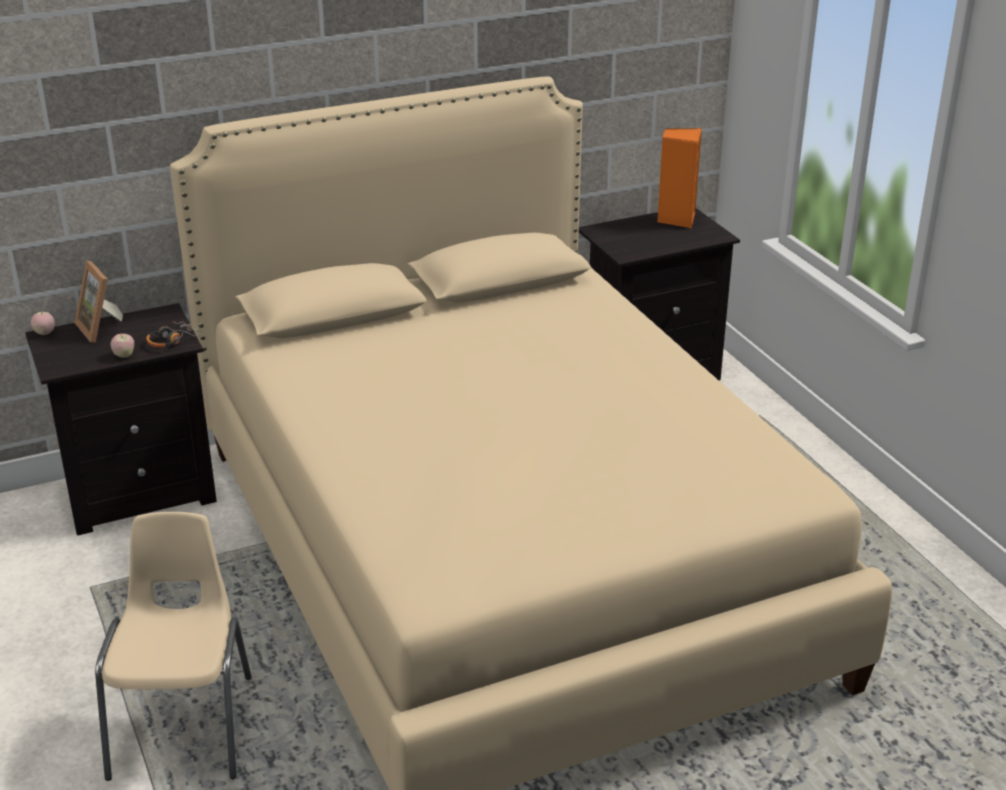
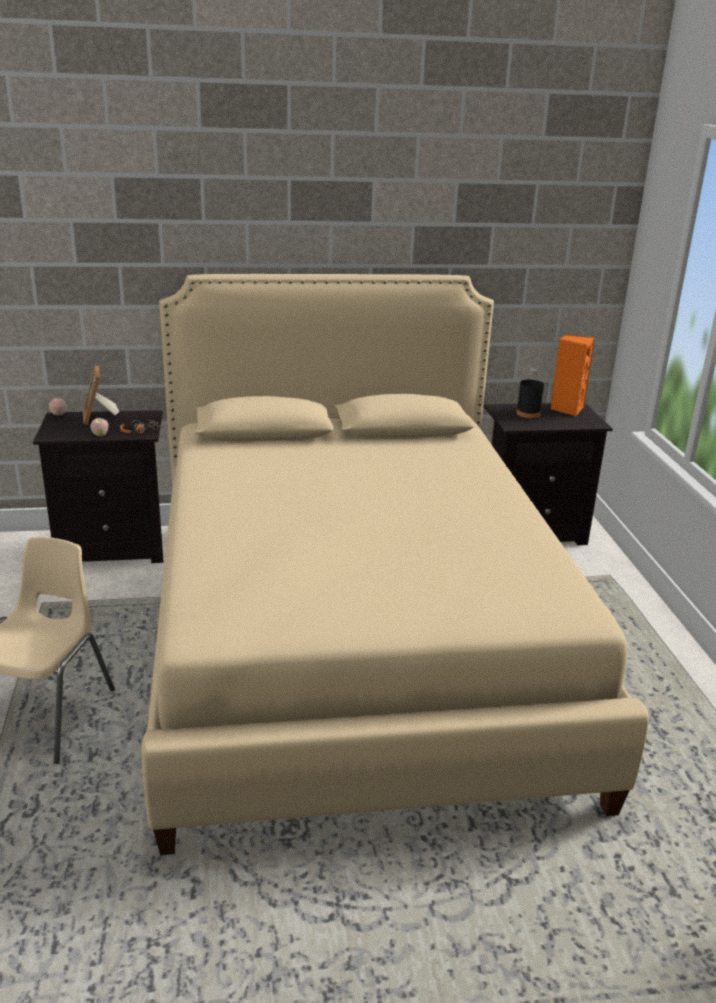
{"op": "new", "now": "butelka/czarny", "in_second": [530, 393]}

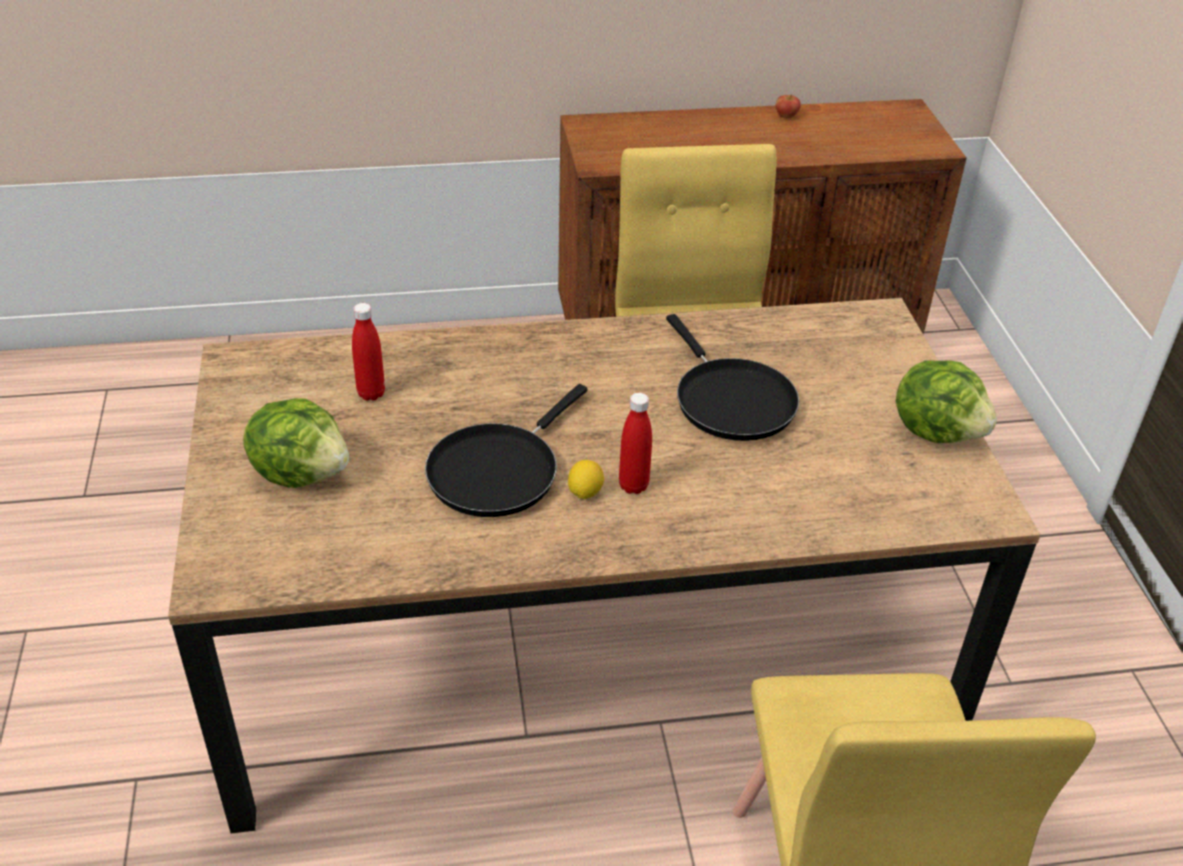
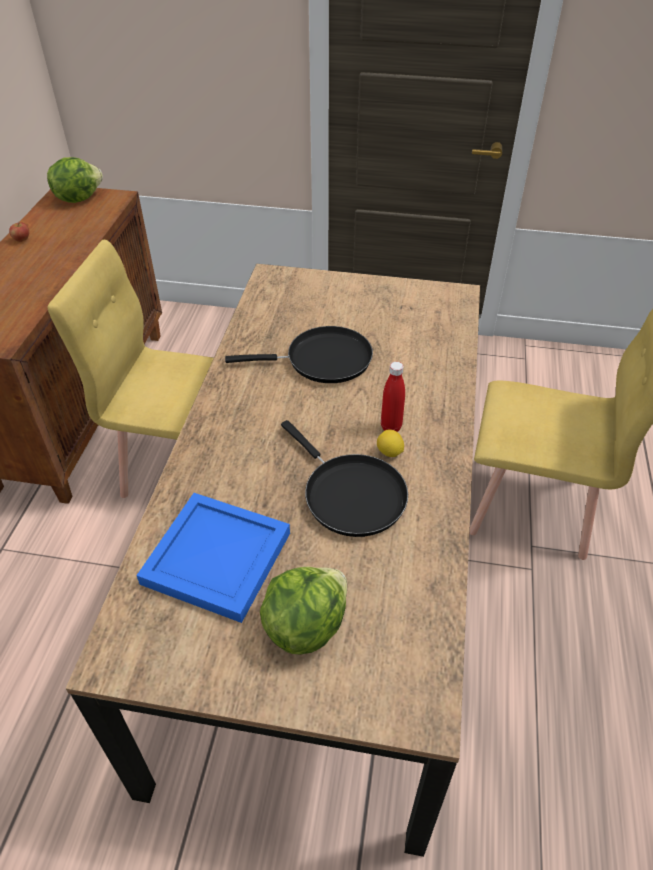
{"op": "shifted", "was": "sałata", "in_first": [946, 402], "in_second": [75, 180]}
{"op": "swapped", "was": "butelka/czerwony", "now": "taca/niebieski", "in_first": [368, 352], "in_second": [213, 558]}

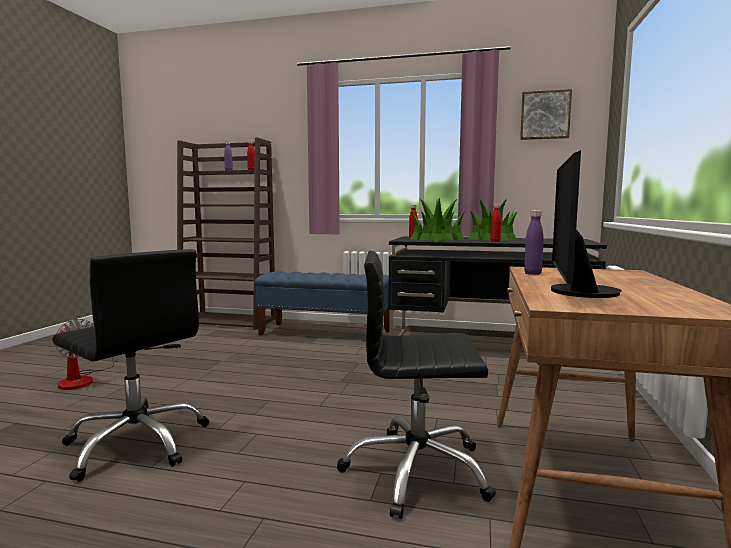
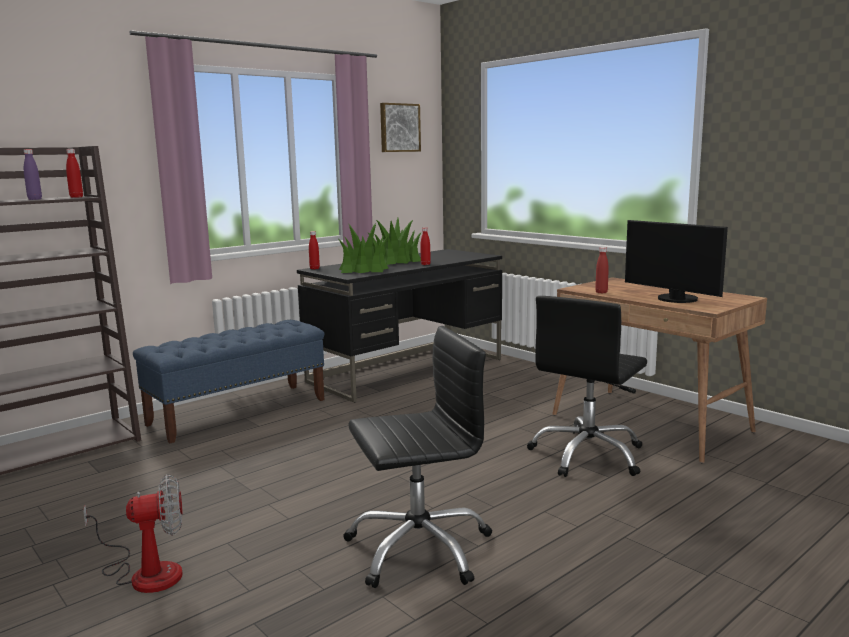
{"op": "repainted", "was": "butelka/fioletowy", "now": "butelka/czerwony", "in_first": [534, 242], "in_second": [602, 270]}

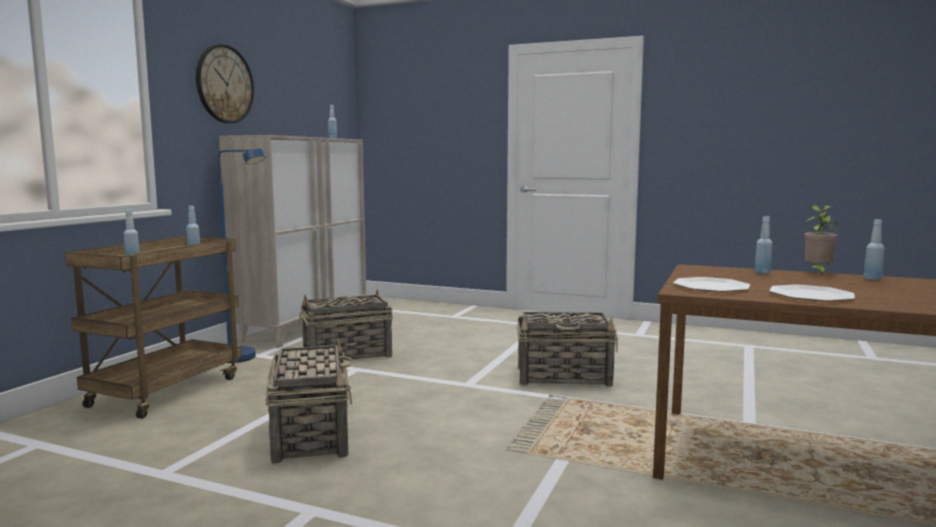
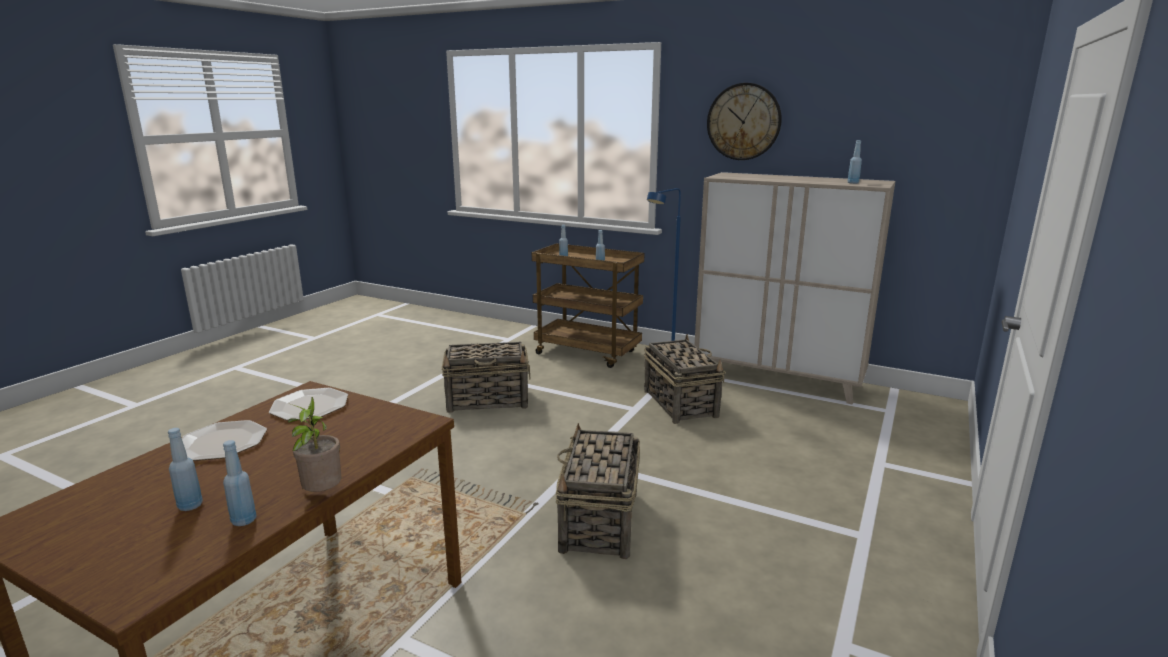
{"op": "shifted", "was": "butelka/niebieski", "in_first": [763, 245], "in_second": [185, 469]}

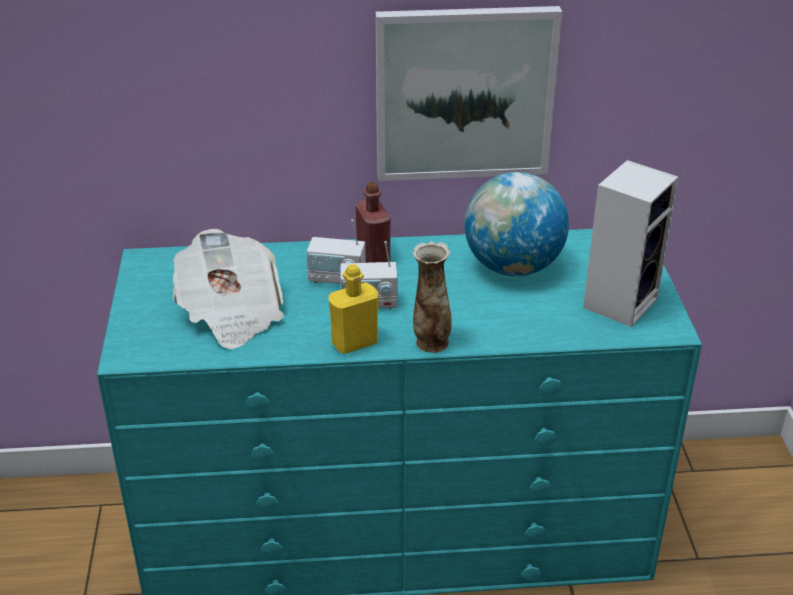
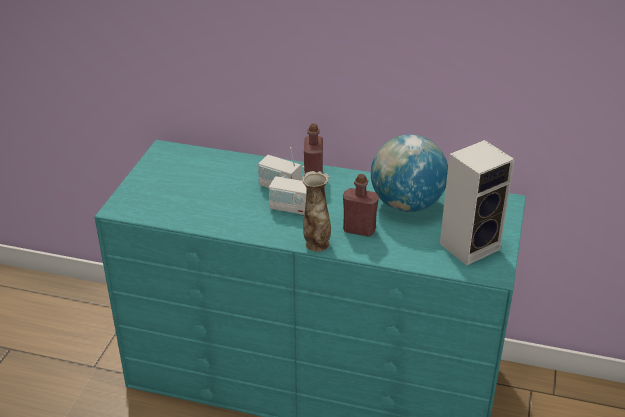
{"op": "gone", "was": "gazeta", "in_first": [228, 289]}
{"op": "gone", "was": "butelka/żółty", "in_first": [353, 309]}
{"op": "gone", "was": "obraz", "in_first": [468, 93]}
{"op": "new", "now": "butelka/czerwony", "in_second": [361, 205]}

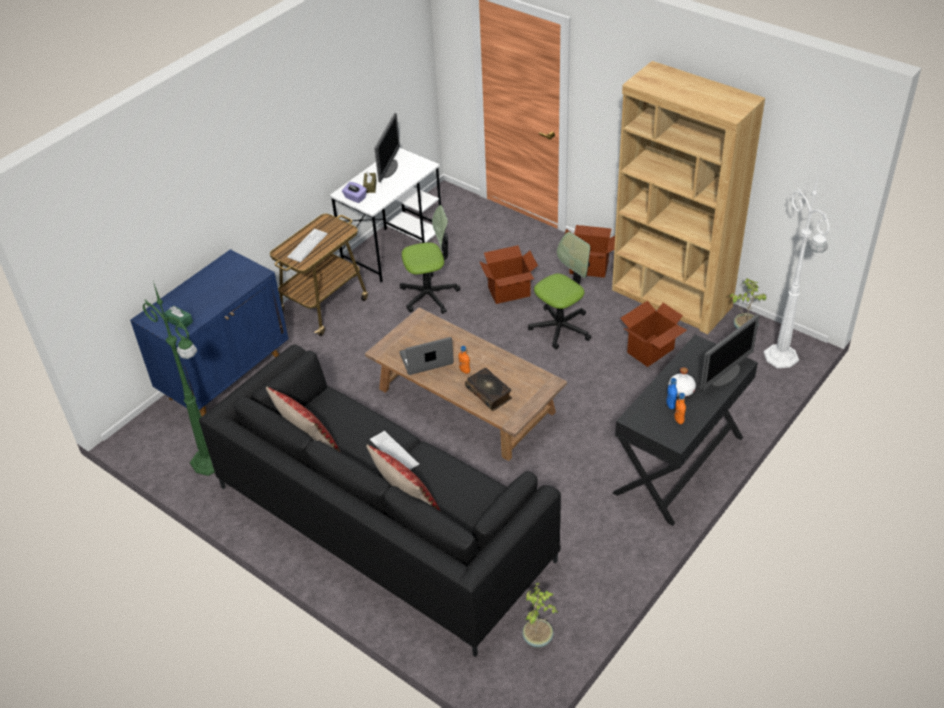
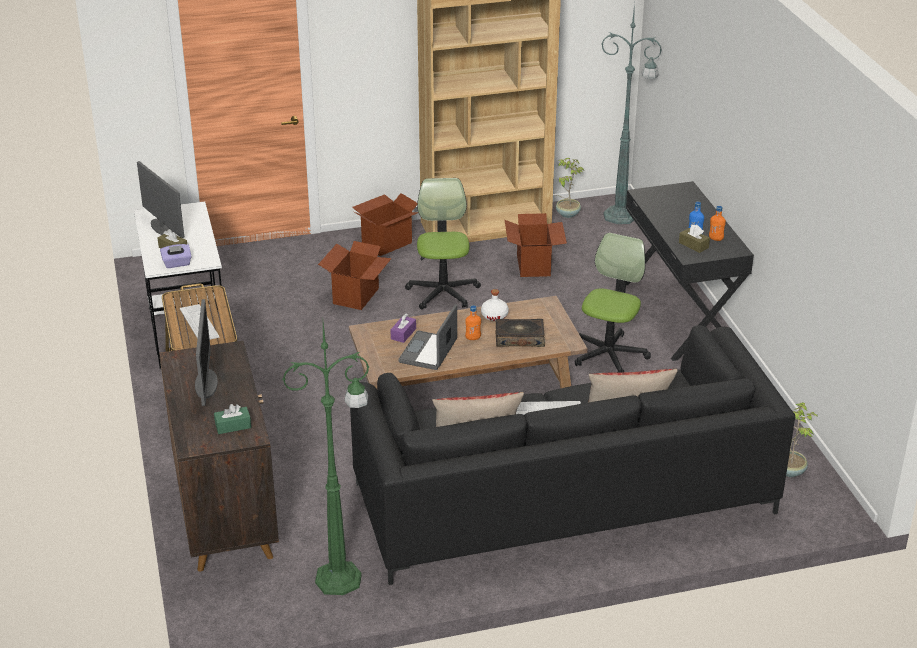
{"op": "new", "now": "pudełko chusteczek/fioletowy", "in_second": [403, 328]}
{"op": "new", "now": "pudełko chusteczek/brązowy", "in_second": [694, 239]}
{"op": "shifted", "was": "krzesło biurowe", "in_first": [430, 259], "in_second": [613, 302]}
{"op": "shifted", "was": "butelka/biały", "in_first": [682, 382], "in_second": [495, 305]}
{"op": "shifted", "was": "monitor", "in_first": [730, 352], "in_second": [206, 352]}
{"op": "repainted", "was": "szafka/niebieski", "now": "szafka/brązowy", "in_first": [209, 332], "in_second": [219, 456]}
{"op": "repainted", "was": "lampa stojąca/biały", "now": "lampa stojąca/zielony", "in_first": [797, 270], "in_second": [632, 113]}

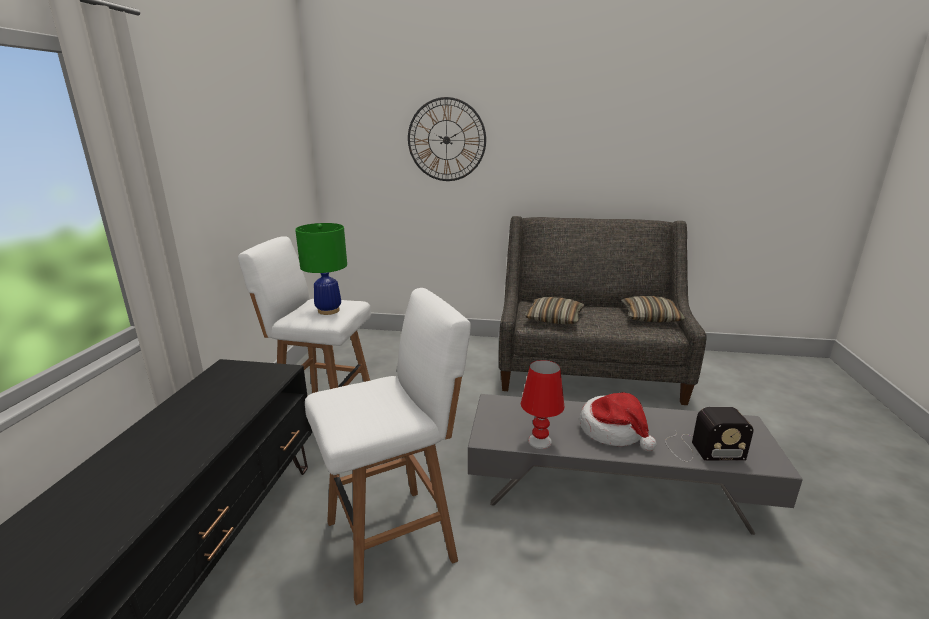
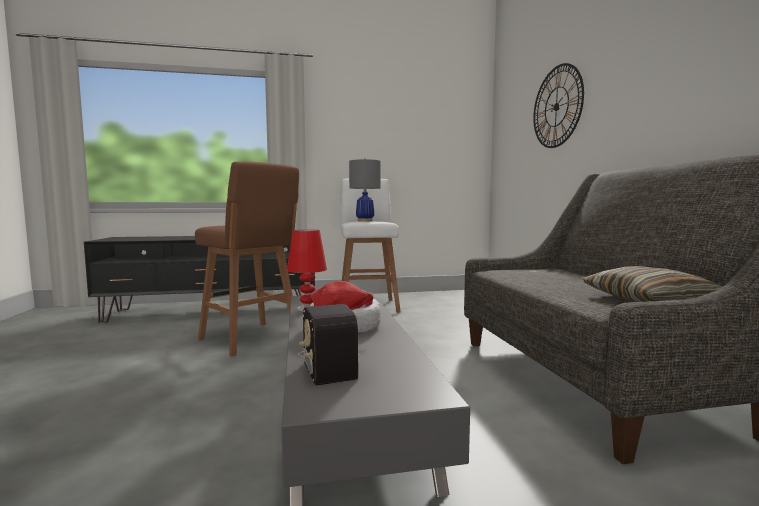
{"op": "gone", "was": "poduszka", "in_first": [555, 310]}
{"op": "repainted", "was": "lampa stołowa/zielony", "now": "lampa stołowa/szary", "in_first": [321, 269], "in_second": [365, 190]}
{"op": "repainted", "was": "stołek/biały", "now": "stołek/brązowy", "in_first": [388, 446], "in_second": [247, 258]}

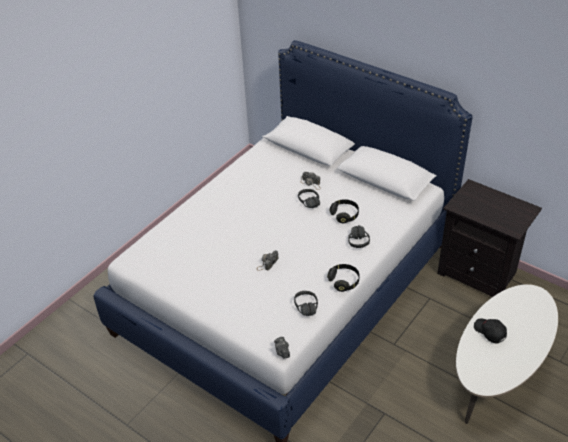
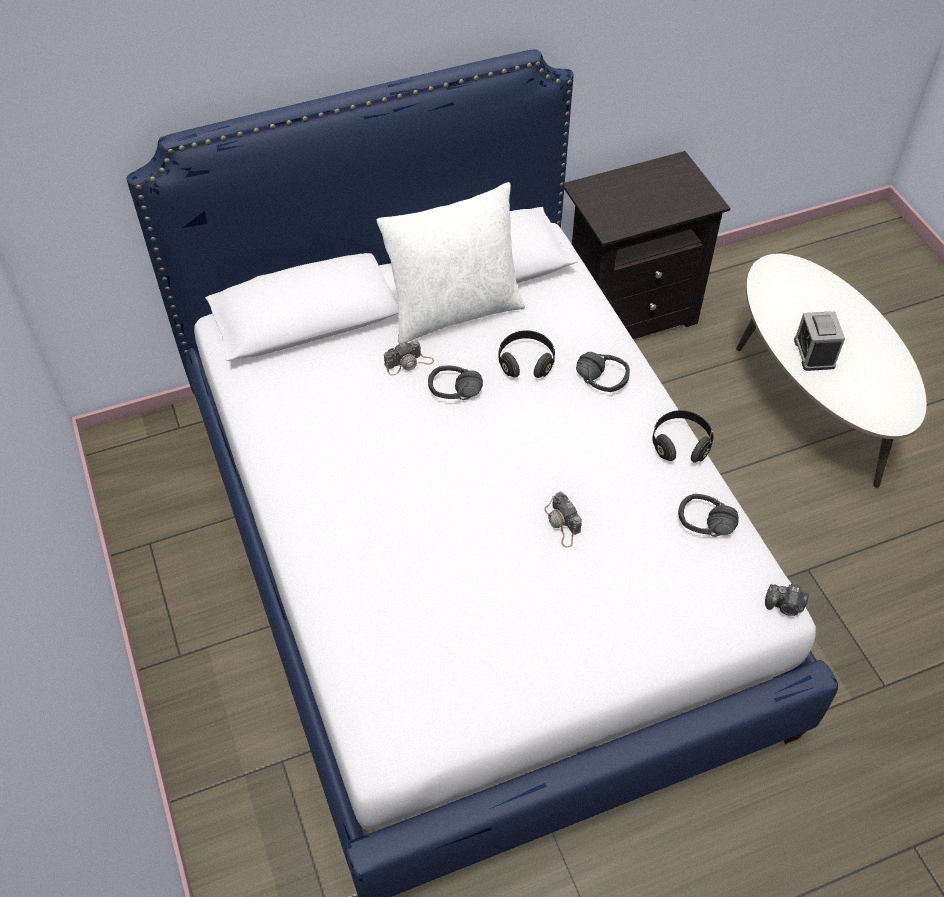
{"op": "new", "now": "poduszka/biały", "in_second": [451, 262]}
{"op": "swapped", "was": "czapka z daszkiem/czarny", "now": "budzik", "in_first": [490, 331], "in_second": [819, 341]}

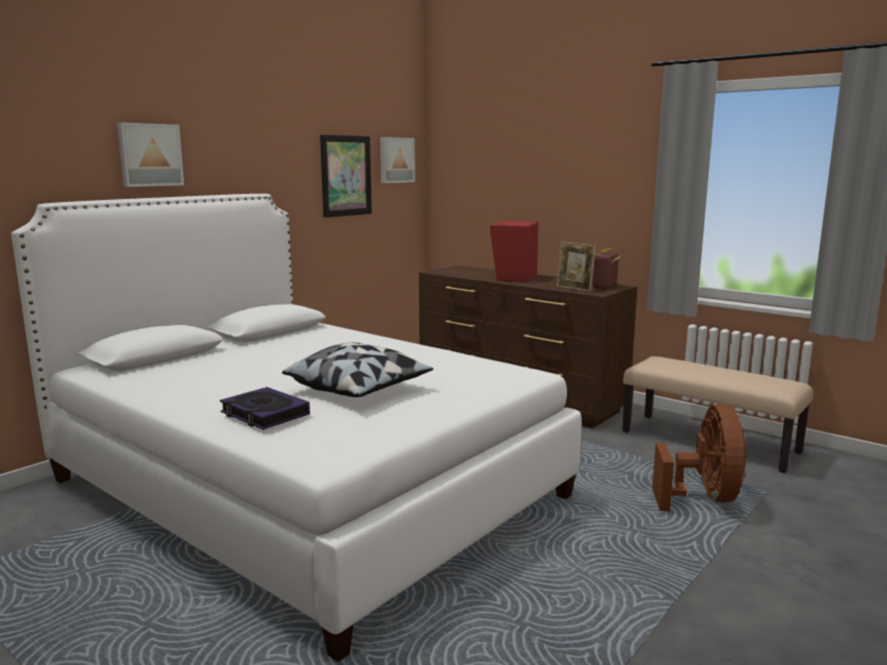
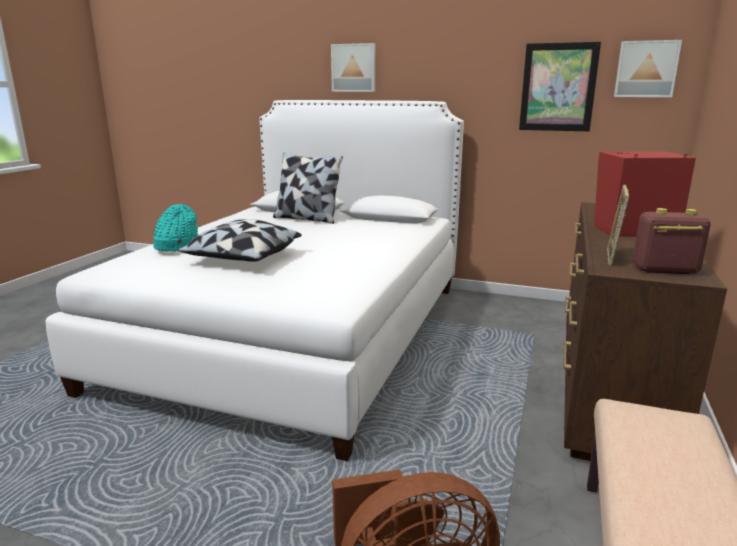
{"op": "new", "now": "poduszka", "in_second": [308, 188]}
{"op": "swapped", "was": "książka", "now": "kapelusz/turkusowy", "in_first": [265, 408], "in_second": [175, 228]}

